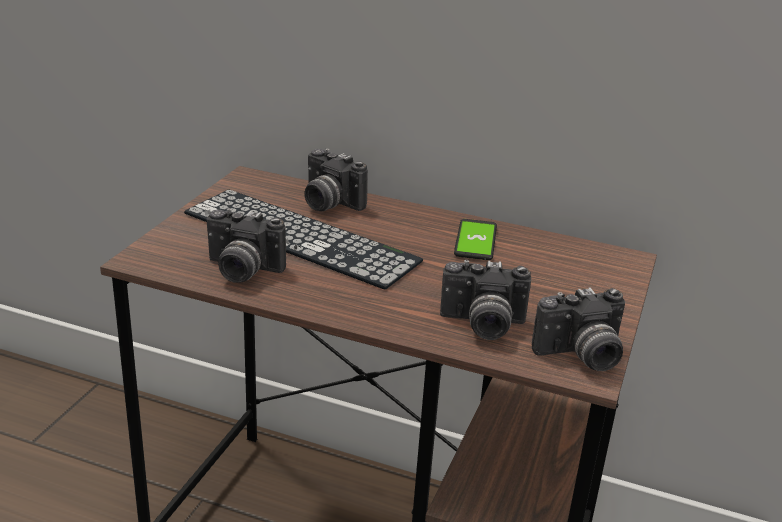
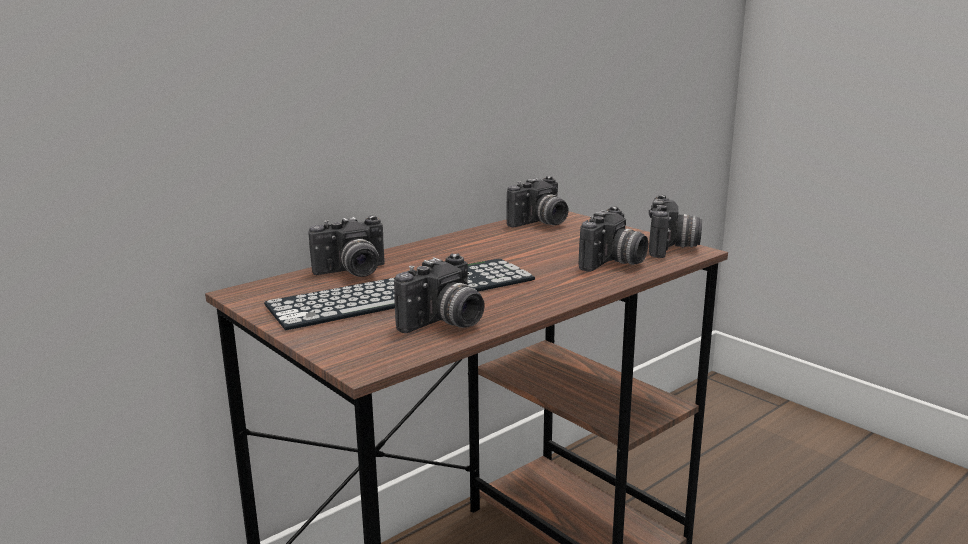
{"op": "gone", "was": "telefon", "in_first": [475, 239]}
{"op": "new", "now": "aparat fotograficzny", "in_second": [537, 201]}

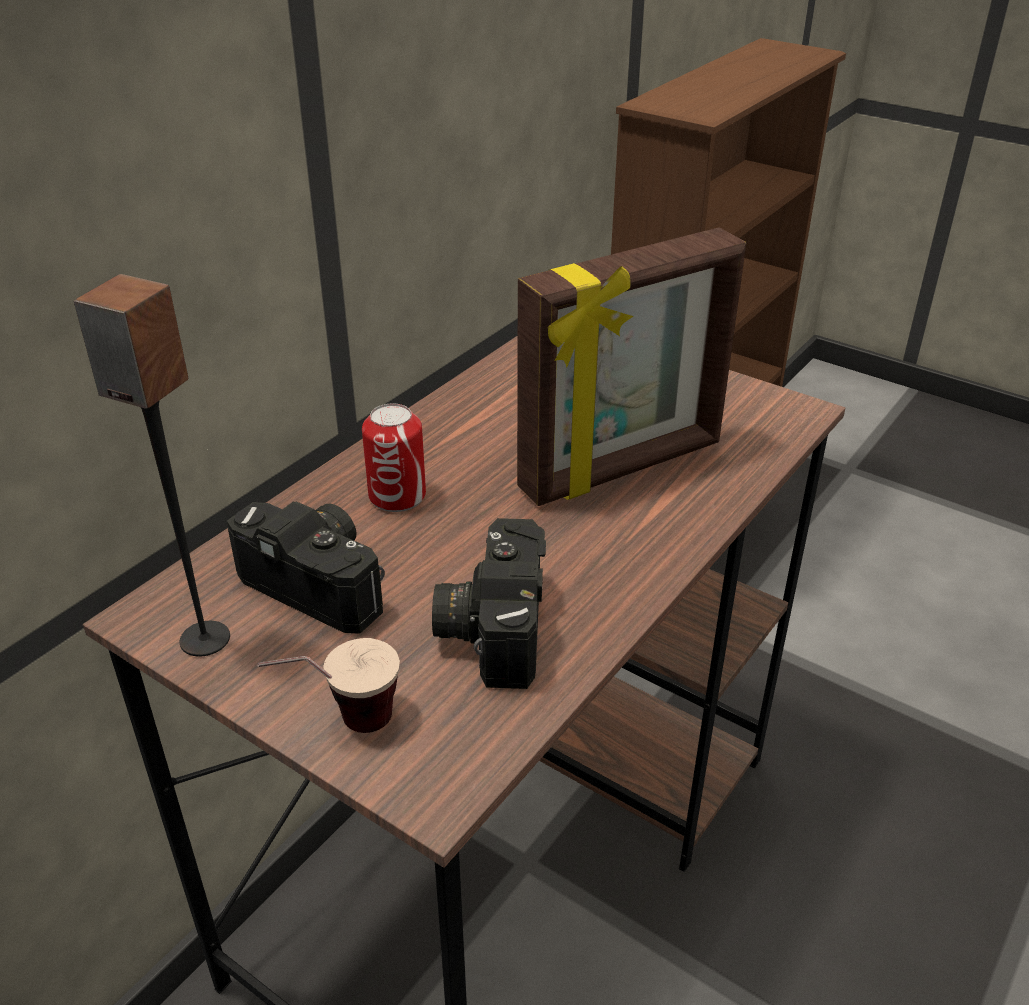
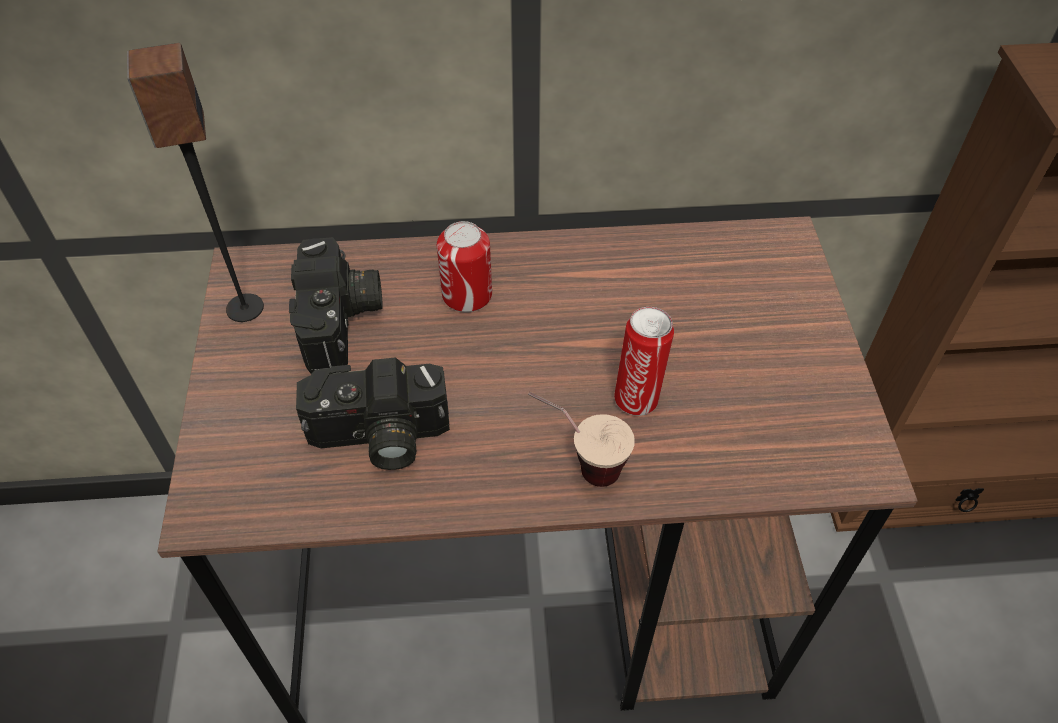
{"op": "shifted", "was": "filiżanka", "in_first": [328, 685], "in_second": [581, 439]}
{"op": "swapped", "was": "ramka na zdjęcie", "now": "puszka", "in_first": [631, 367], "in_second": [644, 361]}
{"op": "rotated", "was": "aparat fotograficzny", "in_first": [489, 603], "in_second": [373, 413], "clockwise": -150}

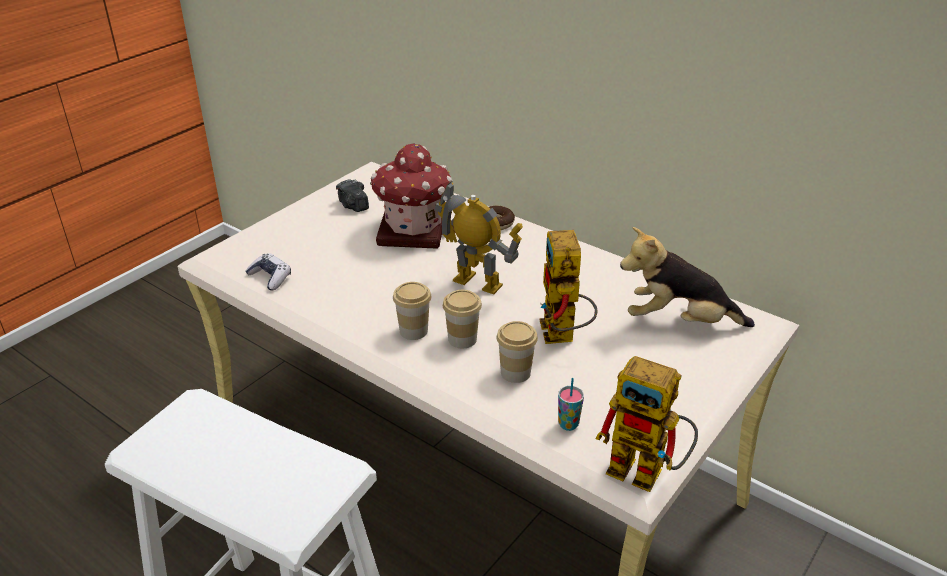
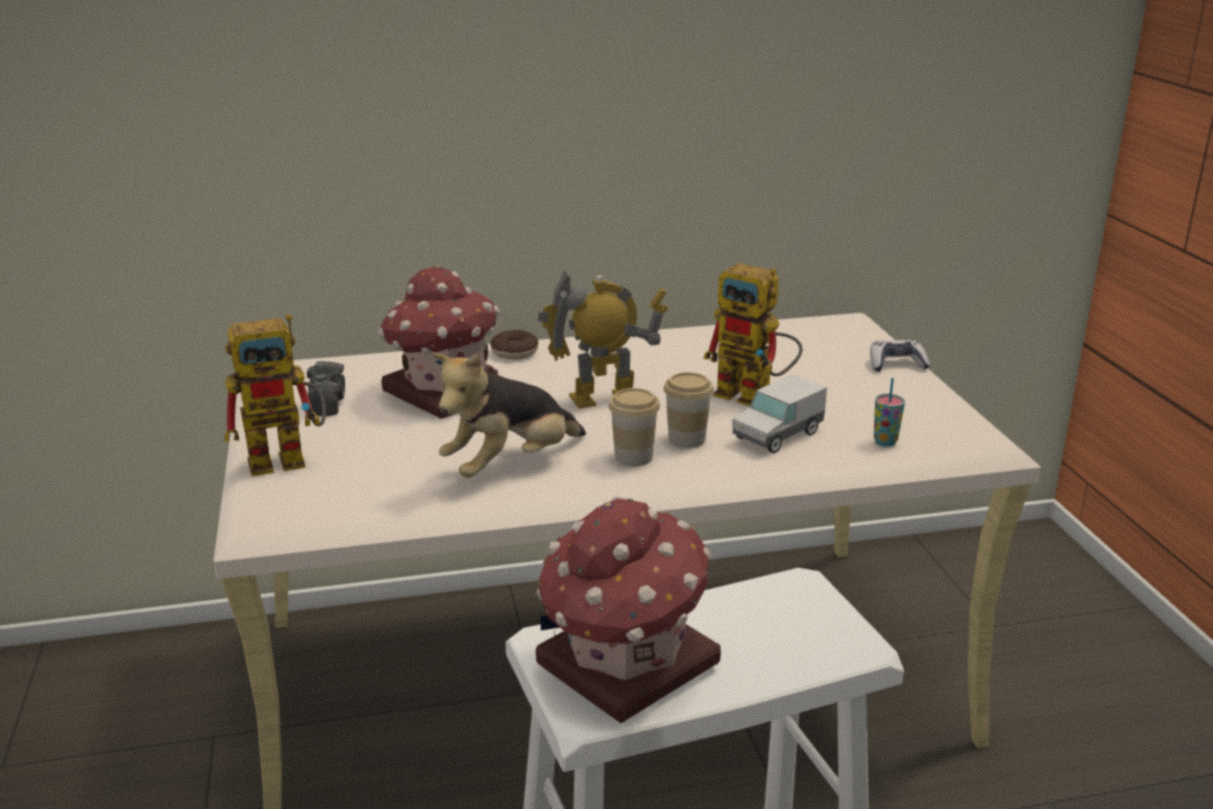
{"op": "new", "now": "domek", "in_second": [628, 609]}
{"op": "shifted", "was": "pad do gier", "in_first": [268, 272], "in_second": [900, 356]}
{"op": "shifted", "was": "robot zabawkowy", "in_first": [646, 424], "in_second": [275, 395]}
{"op": "shifted", "was": "pluszak", "in_first": [687, 277], "in_second": [509, 415]}
{"op": "swapped", "was": "filiżanka", "now": "ciężarówka zabawkowa", "in_first": [517, 352], "in_second": [779, 414]}
{"op": "rotated", "was": "aparat fotograficzny", "in_first": [352, 195], "in_second": [326, 388], "clockwise": -105}

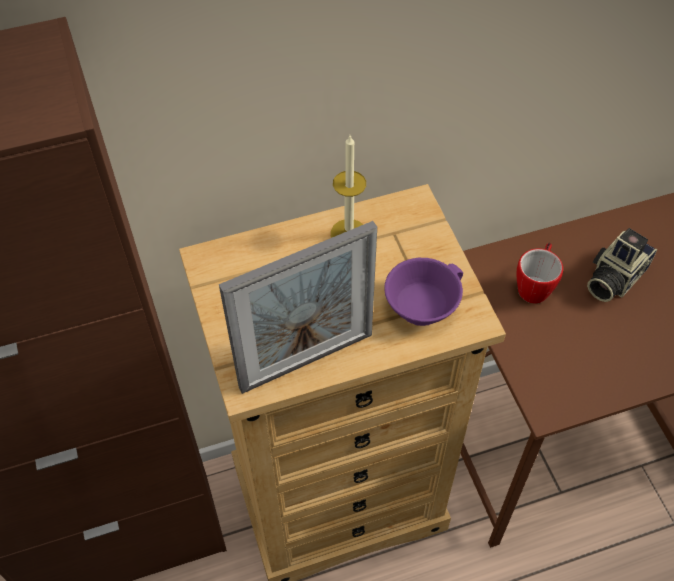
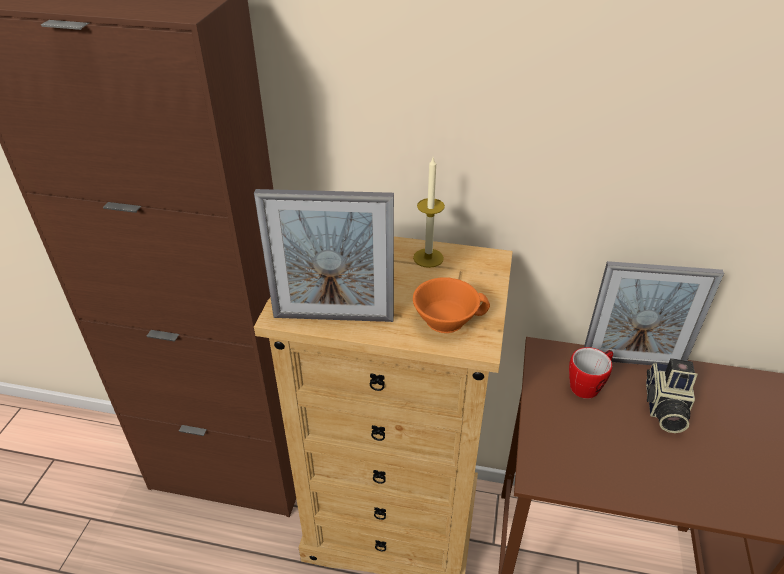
{"op": "new", "now": "ramka na zdjęcie", "in_second": [654, 313]}
{"op": "repainted", "was": "filiżanka/fioletowy", "now": "filiżanka/pomarańczowy", "in_first": [423, 292], "in_second": [451, 305]}
{"op": "rotated", "was": "aparat fotograficzny", "in_first": [622, 265], "in_second": [671, 395], "clockwise": -60}

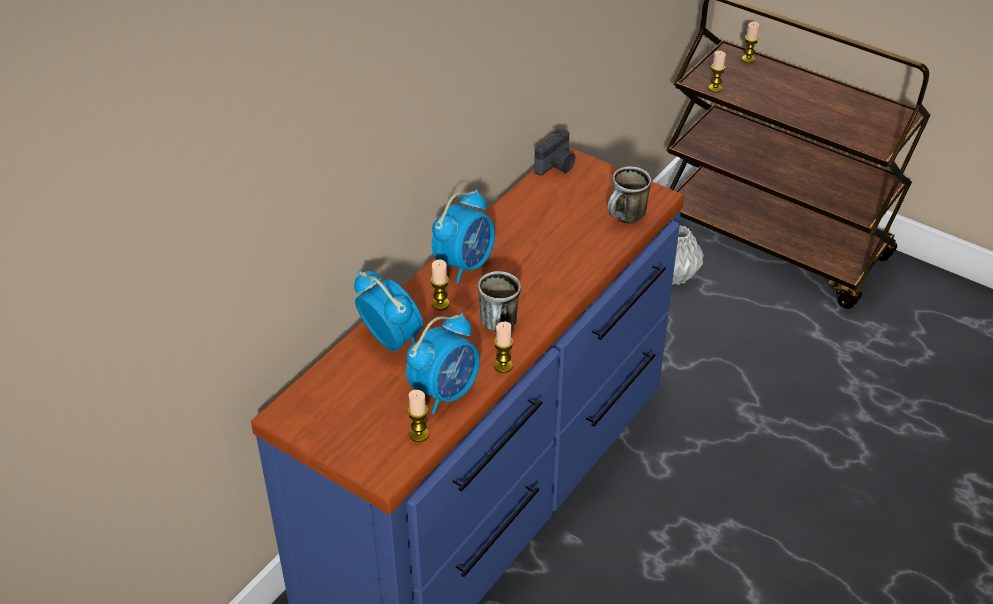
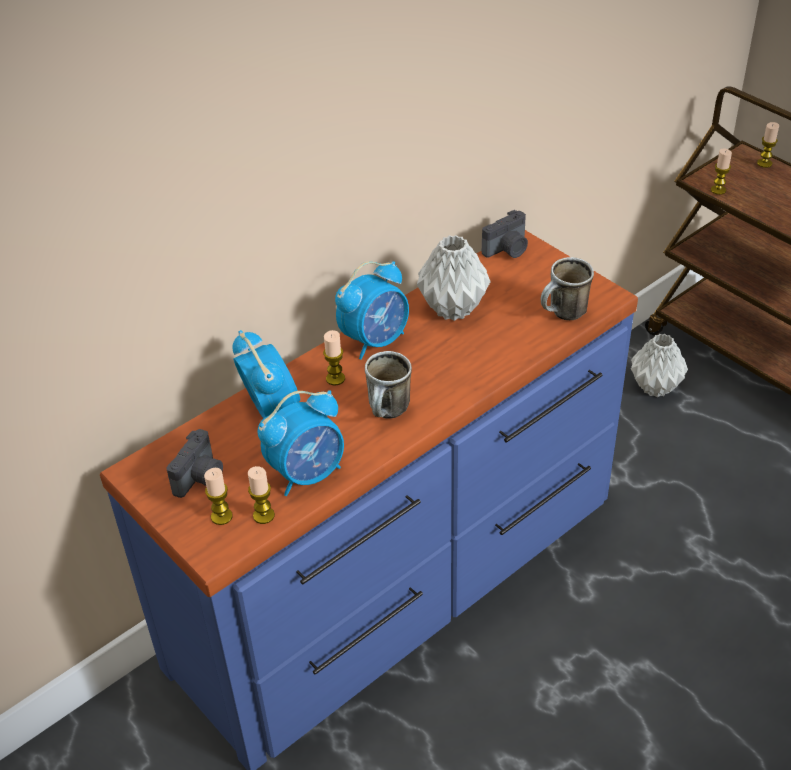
{"op": "new", "now": "aparat fotograficzny", "in_second": [194, 463]}
{"op": "new", "now": "wazon/szary", "in_second": [454, 278]}
{"op": "shifted", "was": "świeca", "in_first": [503, 347], "in_second": [218, 496]}

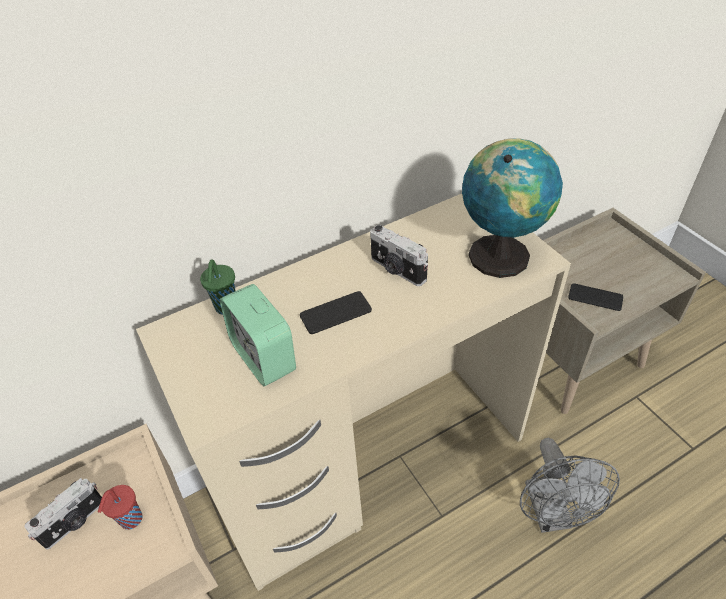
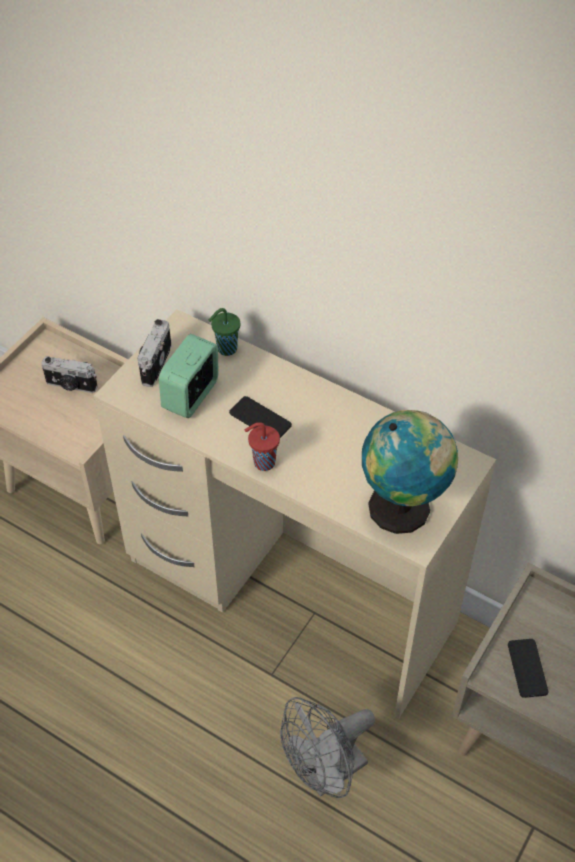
{"op": "shifted", "was": "filiżanka/czerwony", "in_first": [120, 507], "in_second": [262, 446]}
{"op": "shifted", "was": "aparat fotograficzny", "in_first": [399, 255], "in_second": [154, 353]}

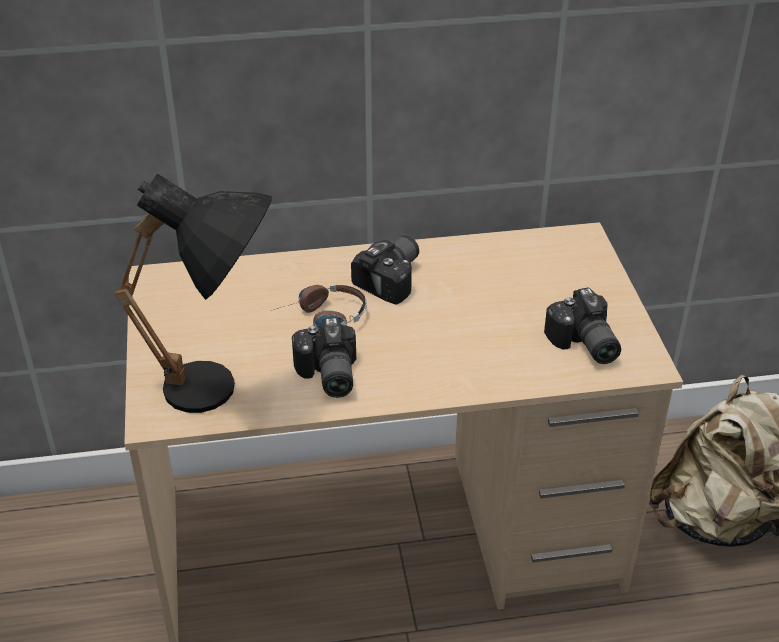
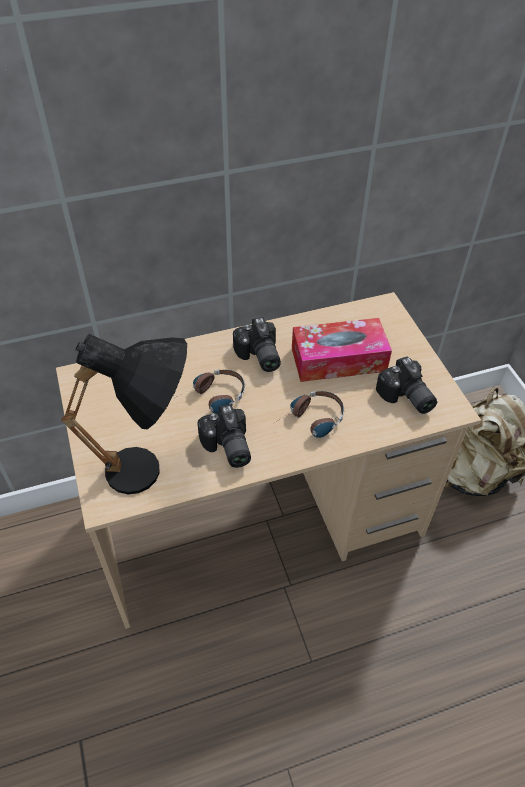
{"op": "new", "now": "słuchawki", "in_second": [310, 414]}
{"op": "new", "now": "pudełko chusteczek", "in_second": [342, 350]}
{"op": "rotated", "was": "aparat fotograficzny", "in_first": [385, 269], "in_second": [257, 344], "clockwise": 135}

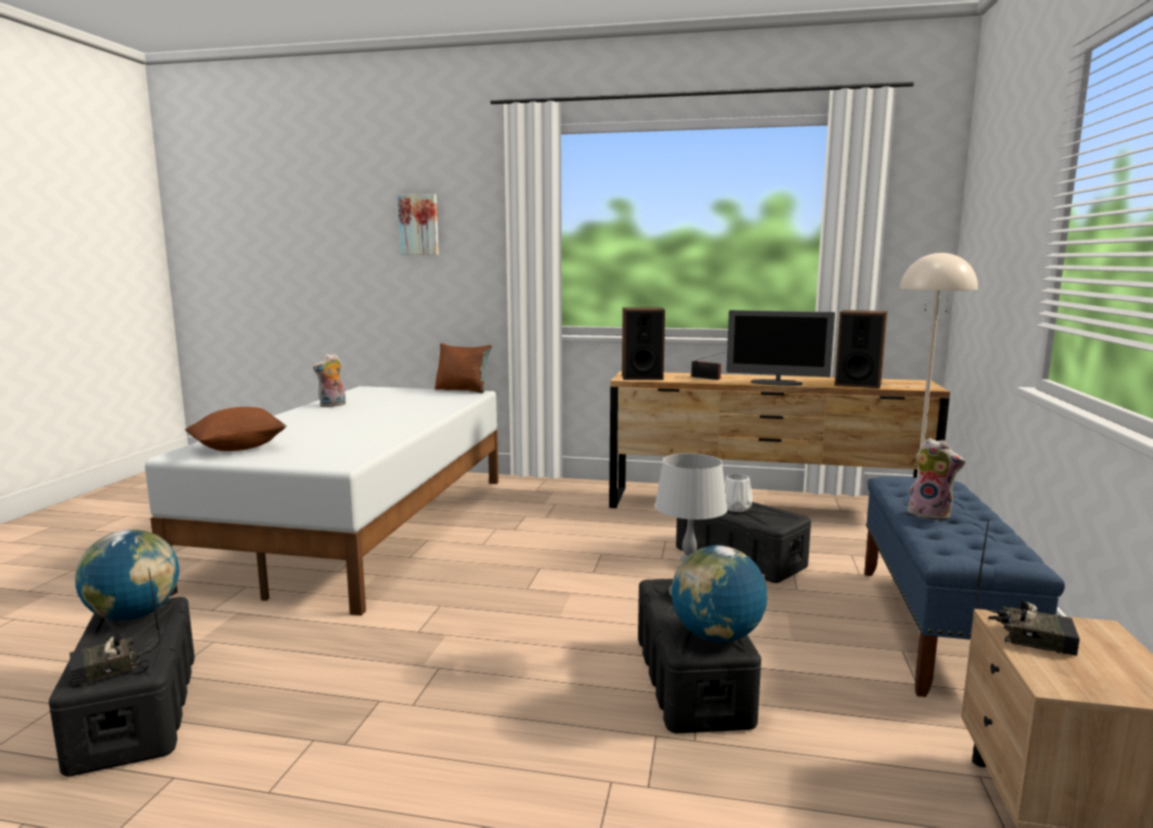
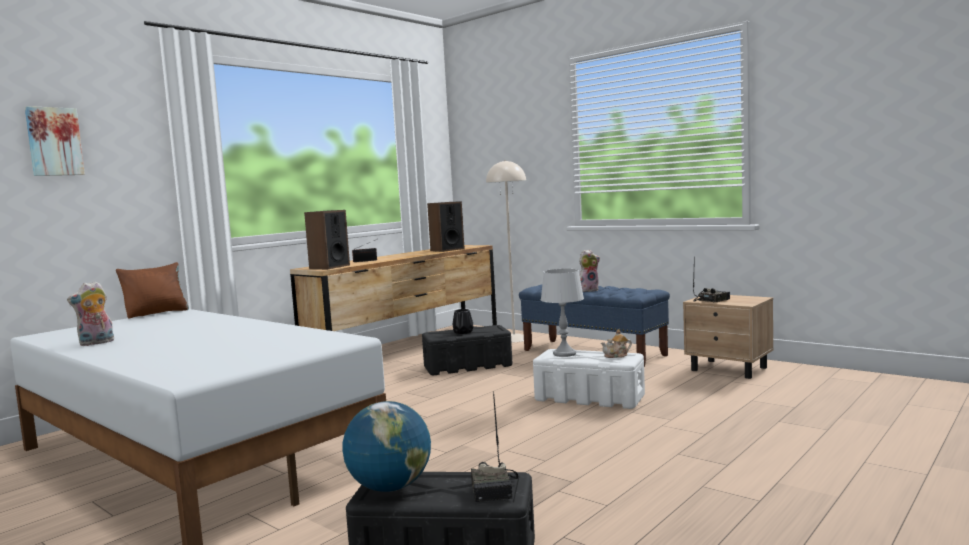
{"op": "gone", "was": "poduszka/brązowy", "in_first": [236, 429]}
{"op": "gone", "was": "monitor", "in_first": [780, 348]}
{"op": "swapped", "was": "globus", "now": "imbryk", "in_first": [719, 593], "in_second": [616, 344]}
{"op": "repainted", "was": "pojemnik do przechowywania/czarny", "now": "pojemnik do przechowywania/biały", "in_first": [699, 656], "in_second": [589, 379]}
{"op": "repainted", "was": "wazon/biały", "now": "wazon/czarny", "in_first": [739, 493], "in_second": [462, 321]}
{"op": "rotated", "was": "pluszak", "in_first": [329, 380], "in_second": [90, 313], "clockwise": 60}

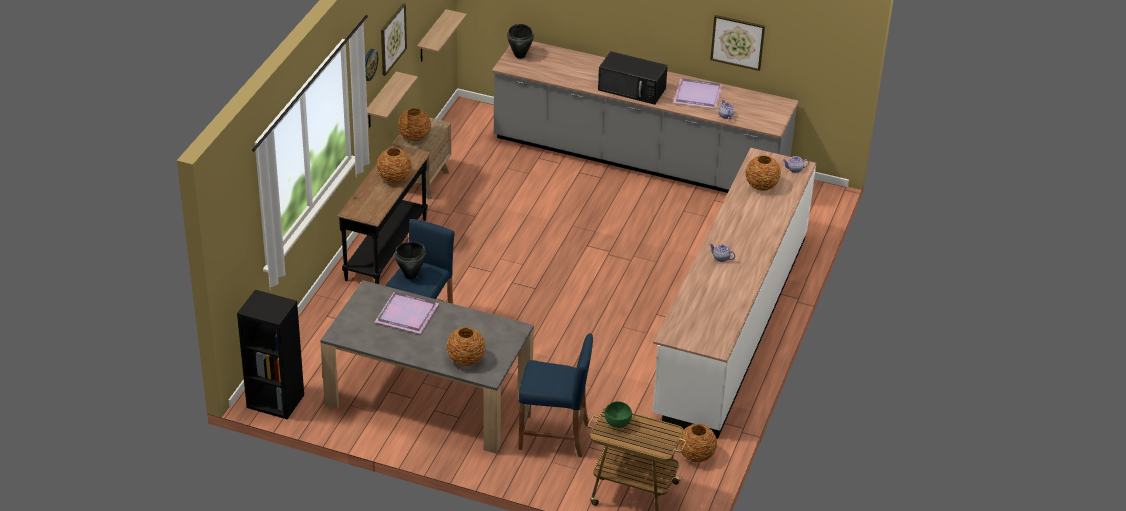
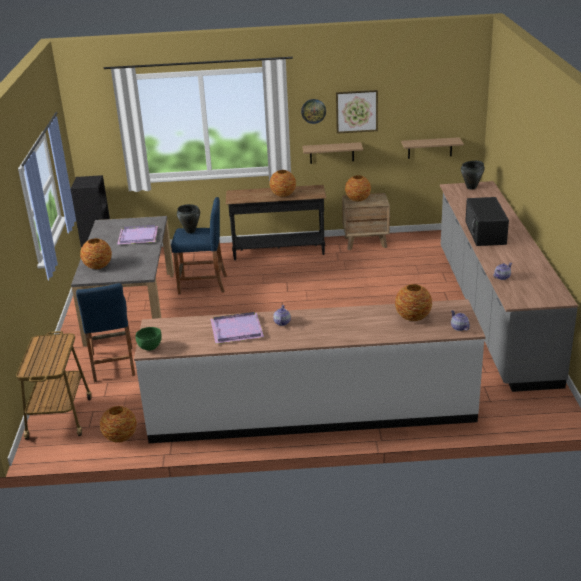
{"op": "gone", "was": "obraz", "in_first": [737, 43]}
{"op": "shifted", "was": "miska/zielony", "in_first": [618, 414], "in_second": [149, 339]}
{"op": "shifted", "was": "taca/fioletowy", "in_first": [698, 93], "in_second": [237, 328]}

